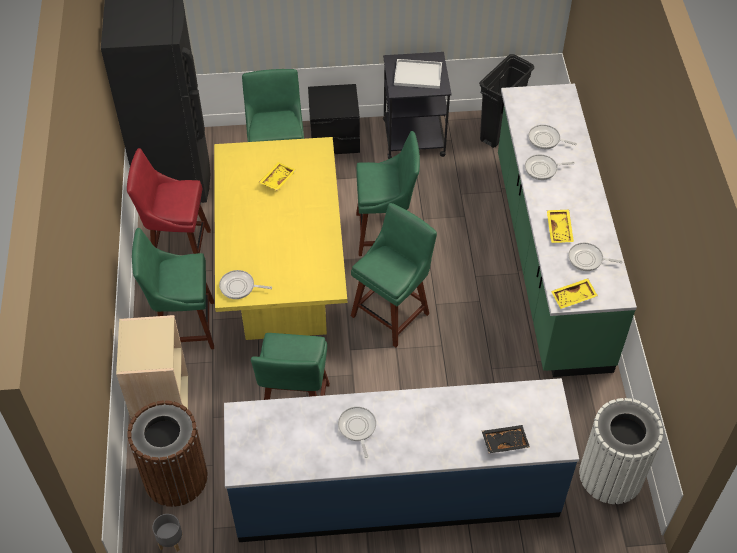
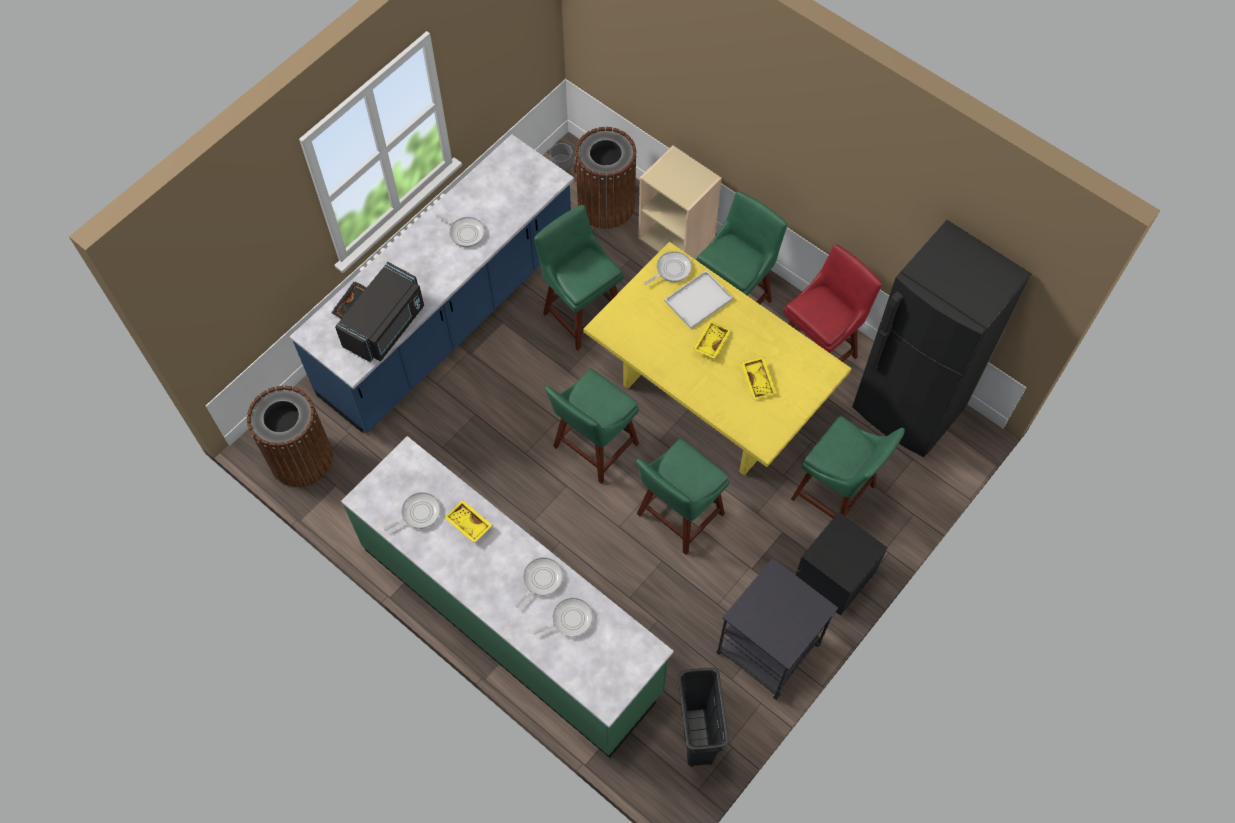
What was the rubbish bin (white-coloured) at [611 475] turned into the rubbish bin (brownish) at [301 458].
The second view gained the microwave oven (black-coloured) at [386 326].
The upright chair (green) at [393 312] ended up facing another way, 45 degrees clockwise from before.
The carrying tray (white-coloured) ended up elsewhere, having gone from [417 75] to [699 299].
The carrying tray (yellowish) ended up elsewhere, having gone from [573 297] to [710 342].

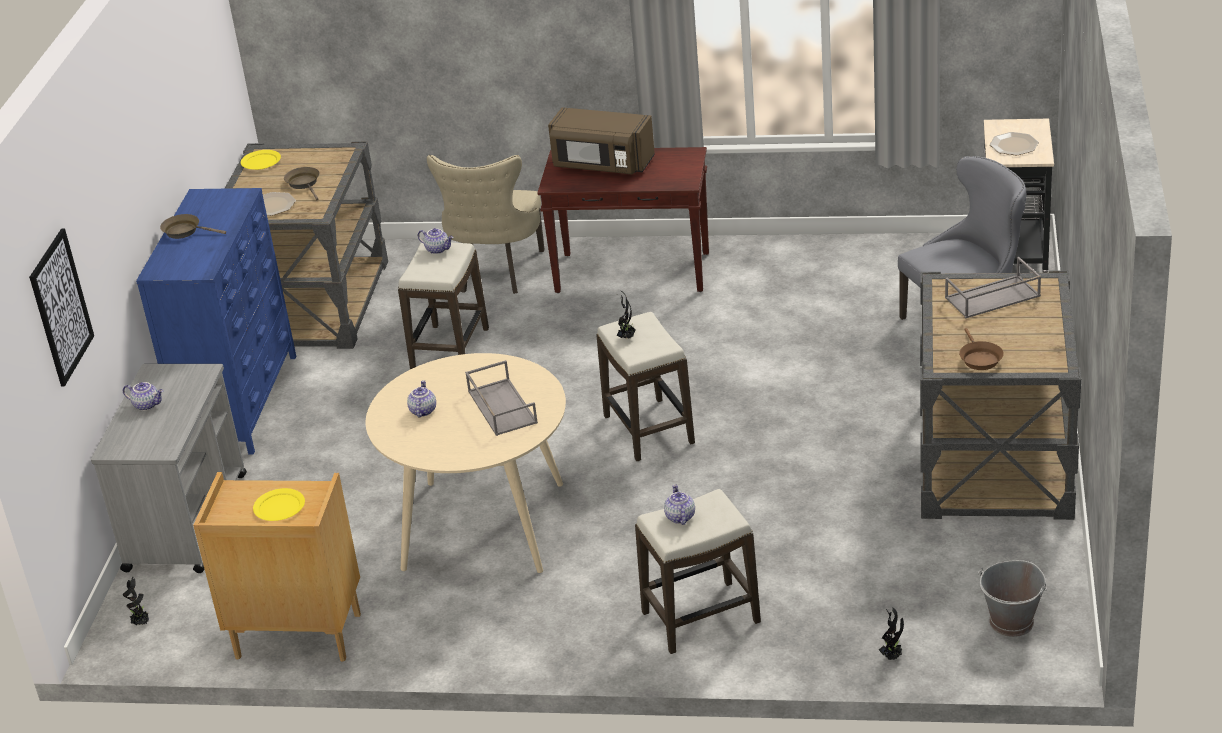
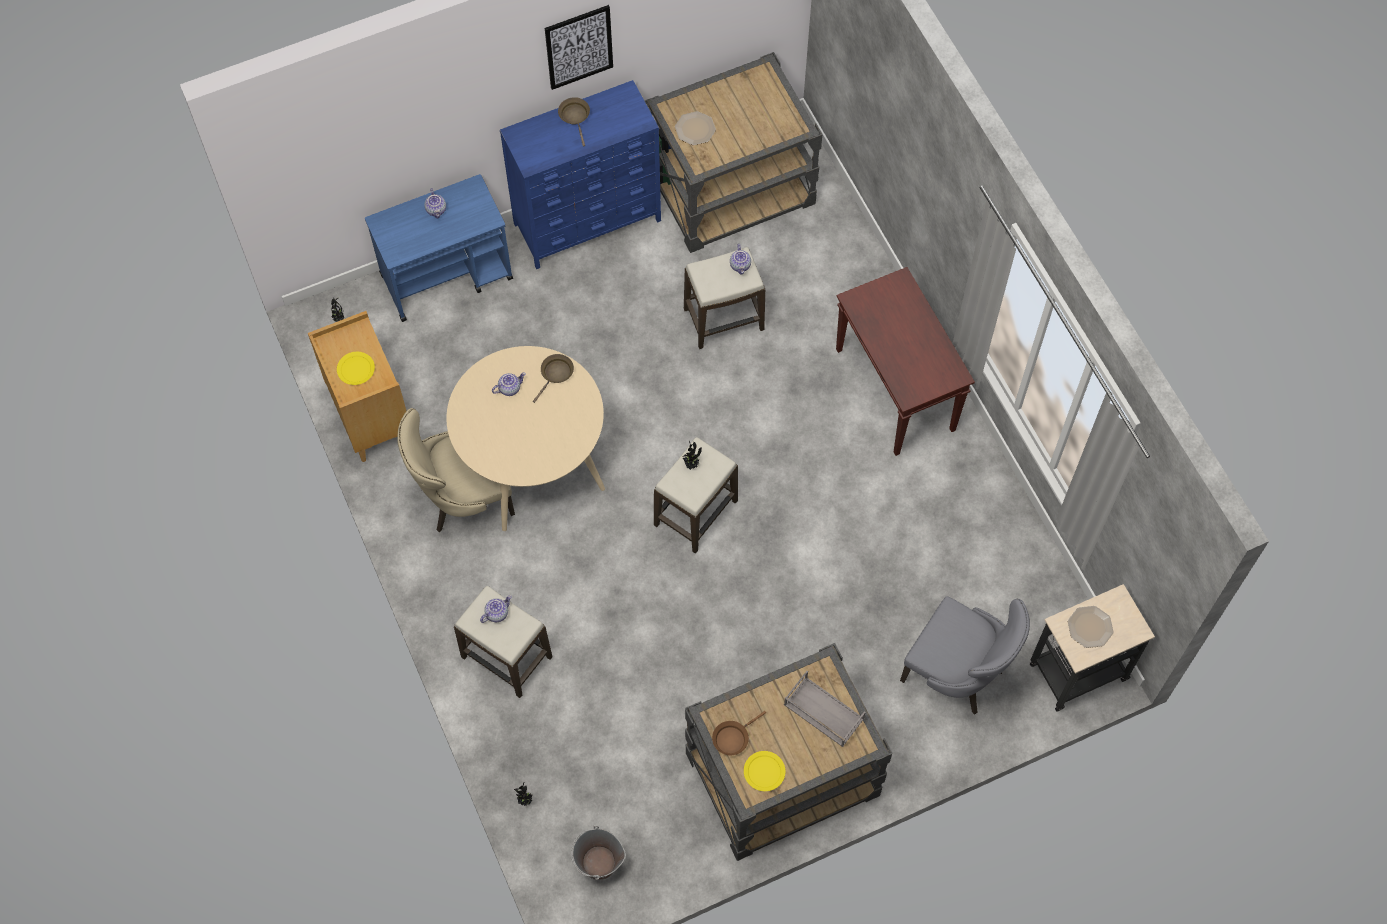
What was the trolley (greyish) at [187 521] turned into the trolley (blue) at [447 276].
The upright chair (sand-coloured) ended up elsewhere, having gone from [497 272] to [462 498].
The frying pan (brownish) ended up elsewhere, having gone from [304 184] to [555 374].
The wall picture ended up elsewhere, having gone from [61 307] to [579 47].
The plate (yellowish) ended up elsewhere, having gone from [261 162] to [764 771].
The second view lost the carrying tray (greyish) at [501 407].
The second view lost the microwave oven (brownish) at [602 164].

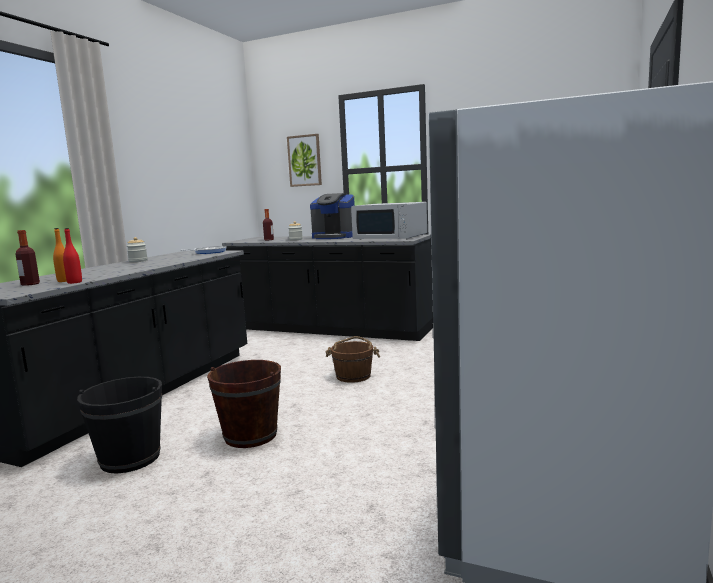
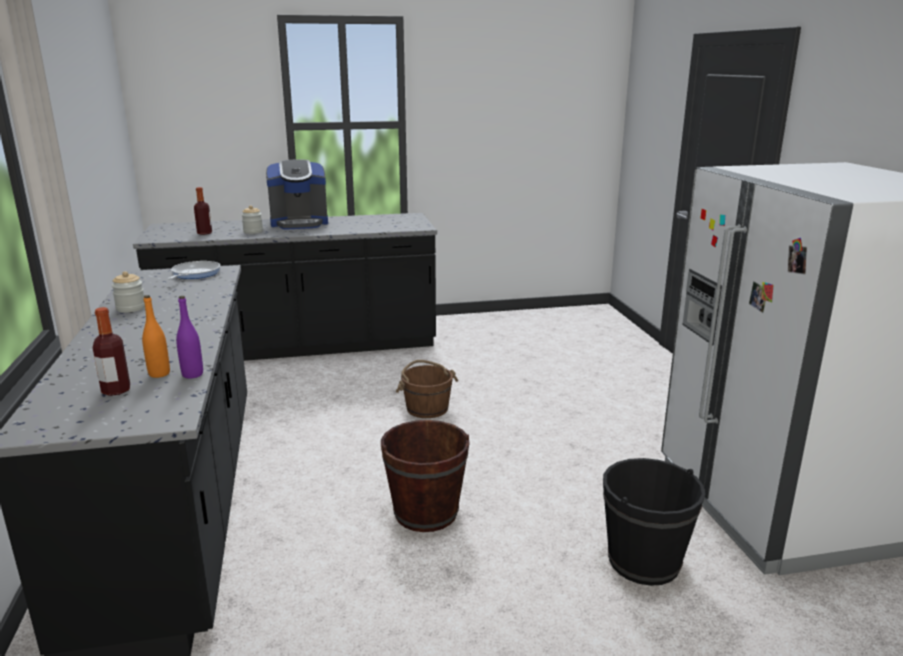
What was the bottle (red-coloured) at [74 282] turned into the bottle (purplish) at [192 374].
The water bucket (black-coloured) ended up elsewhere, having gone from [130 458] to [643 561].
The second view lost the wall picture at [304 160].
The second view lost the microwave oven (white-coloured) at [391 237].

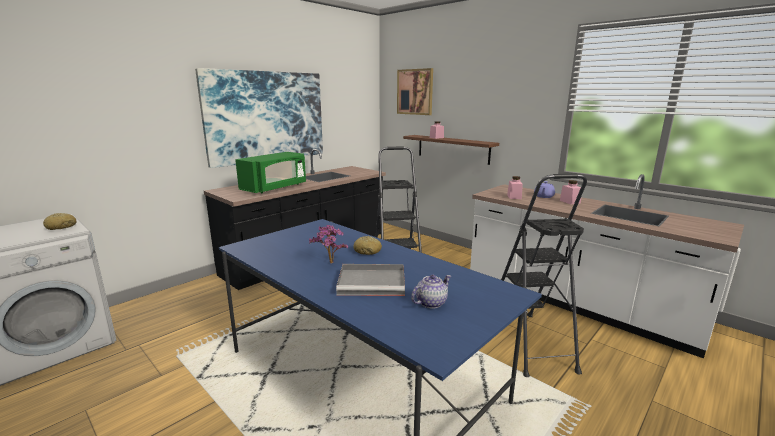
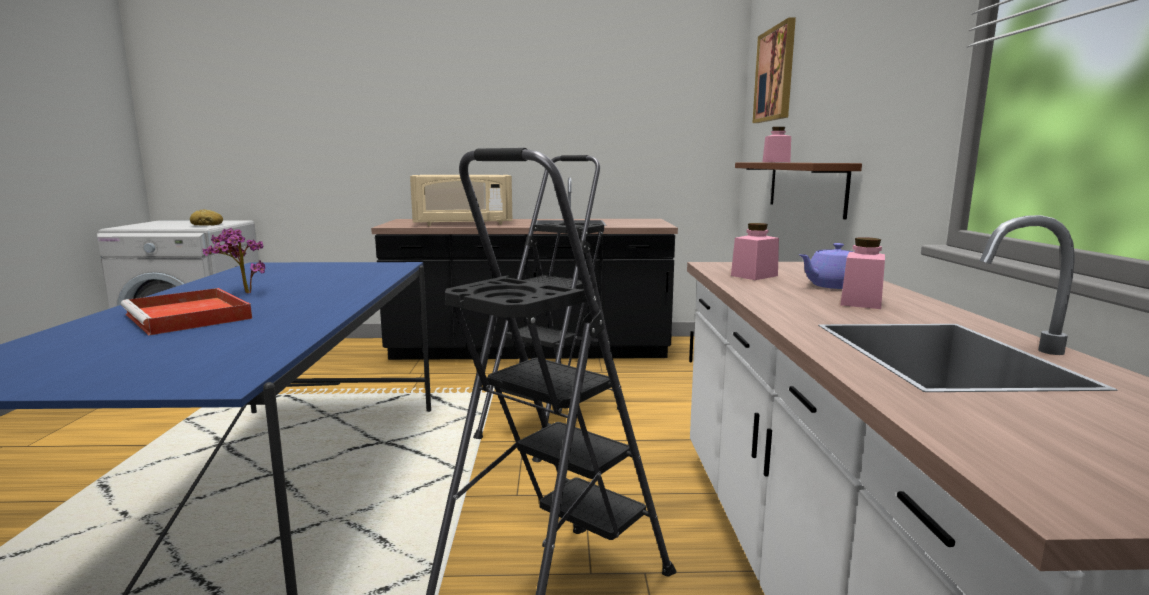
What was the carrying tray (greyish) at [373 282] turned into the carrying tray (red-coloured) at [190 316].
What was the microwave oven (green) at [275 188] turned into the microwave oven (sand-coloured) at [463 224].
The second view lost the wall picture at [266 117].
The second view lost the bread at [367 251].
The second view lost the teapot at [431 302].

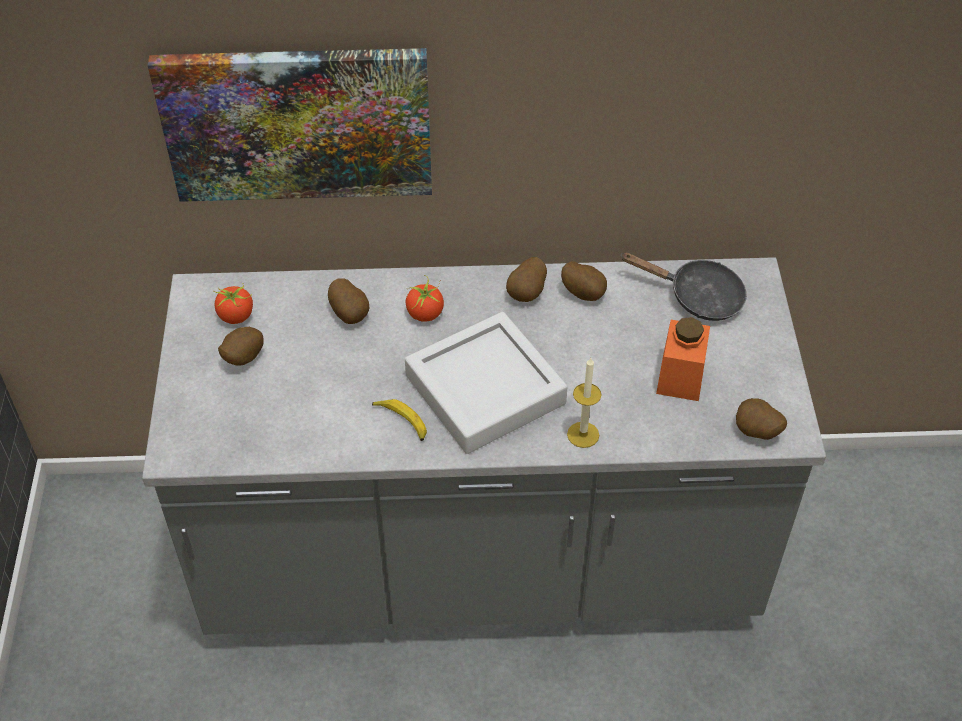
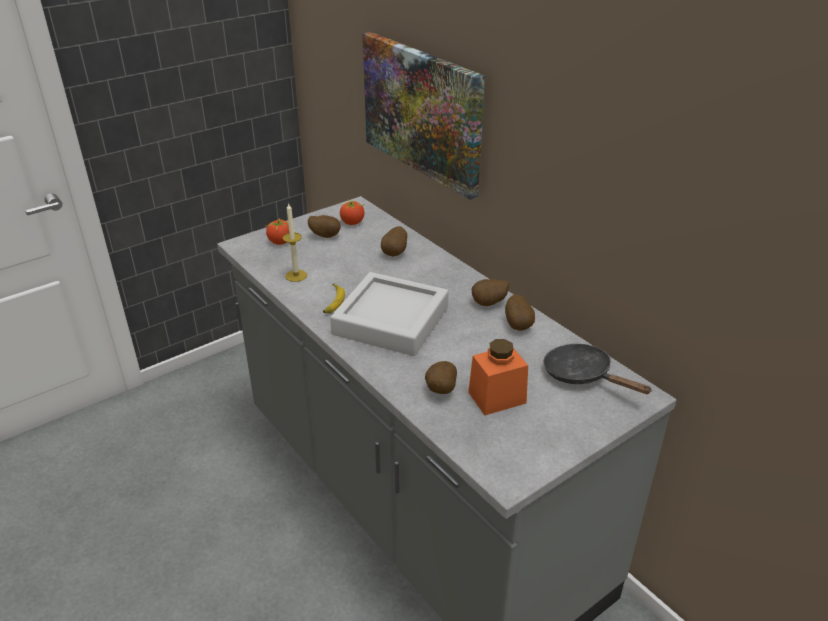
The whole tomato ended up elsewhere, having gone from [425 313] to [280 242].
The wax light ended up elsewhere, having gone from [583 434] to [296 275].
The potato ended up elsewhere, having gone from [756 433] to [440 391].
The frying pan (black-coloured) at [697 297] ended up facing another way, 150 degrees clockwise from before.

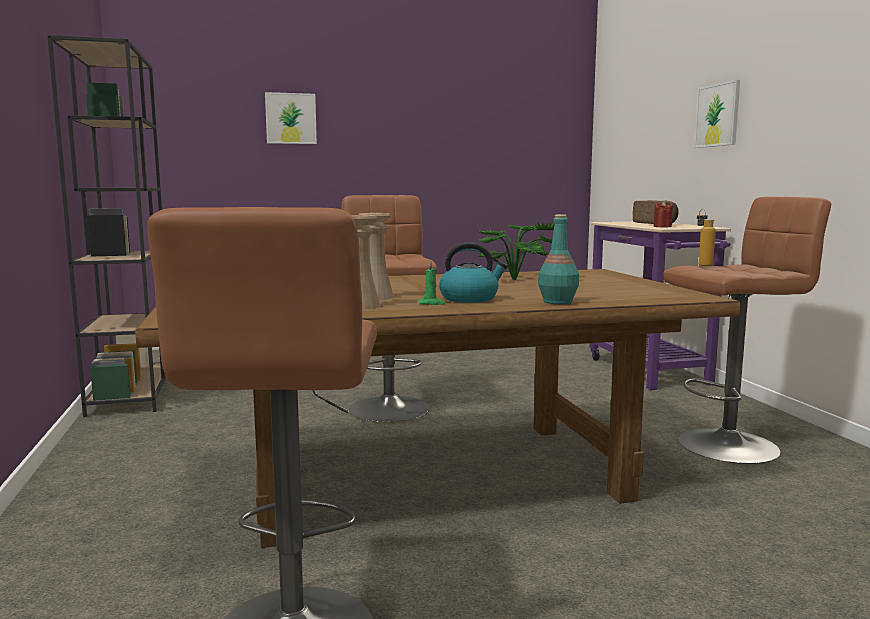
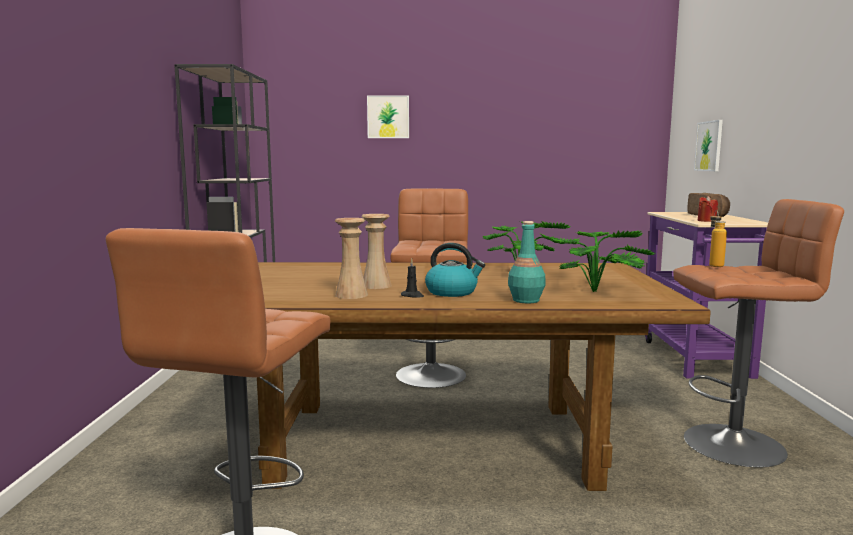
What was the wax light (green) at [432 303] turned into the wax light (black-coloured) at [412 296].
The second view gained the houseplant at [600 291].
The wall picture ended up elsewhere, having gone from [717 115] to [709 146].

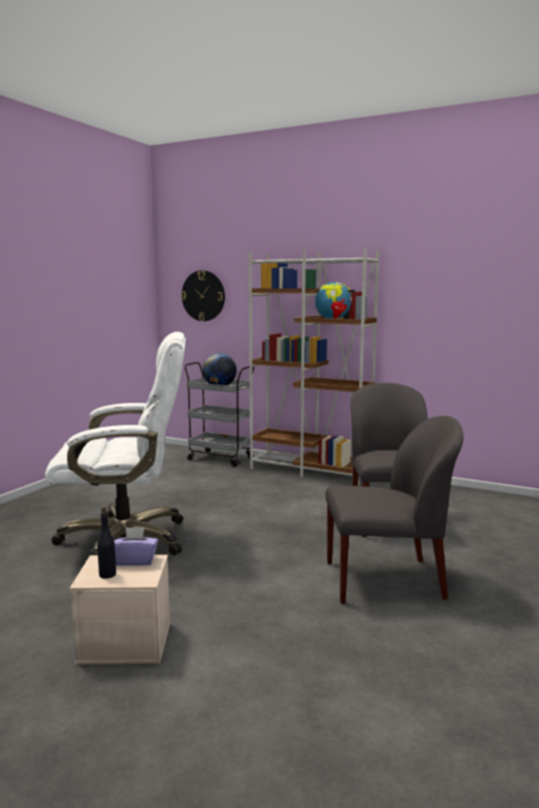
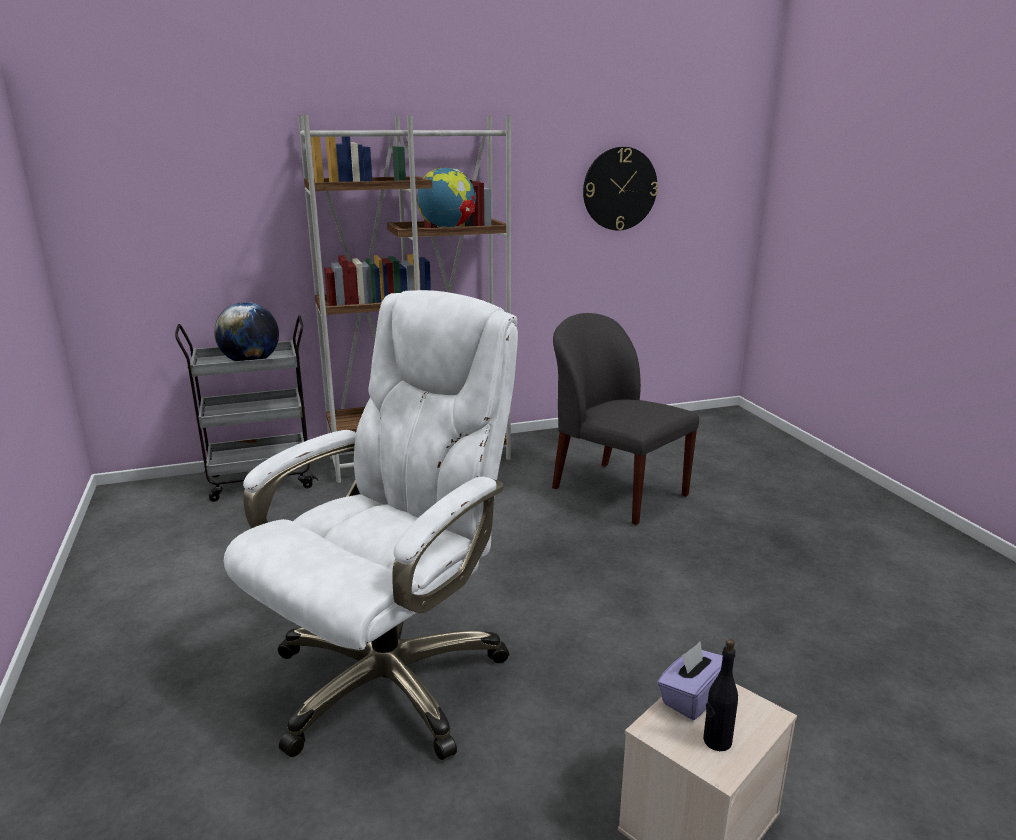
The wall clock ended up elsewhere, having gone from [203 296] to [619 189].
The second view lost the upright chair (greyish) at [387 580].

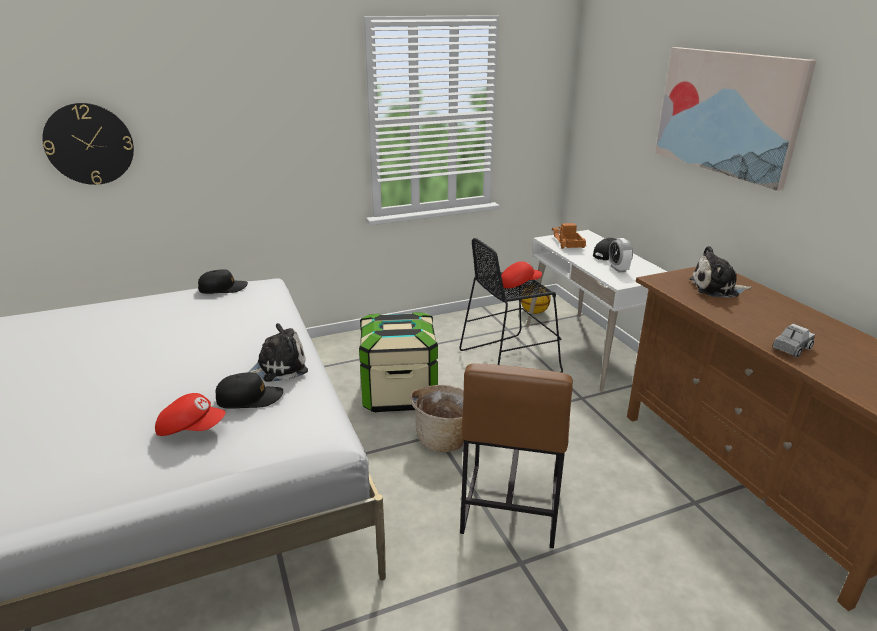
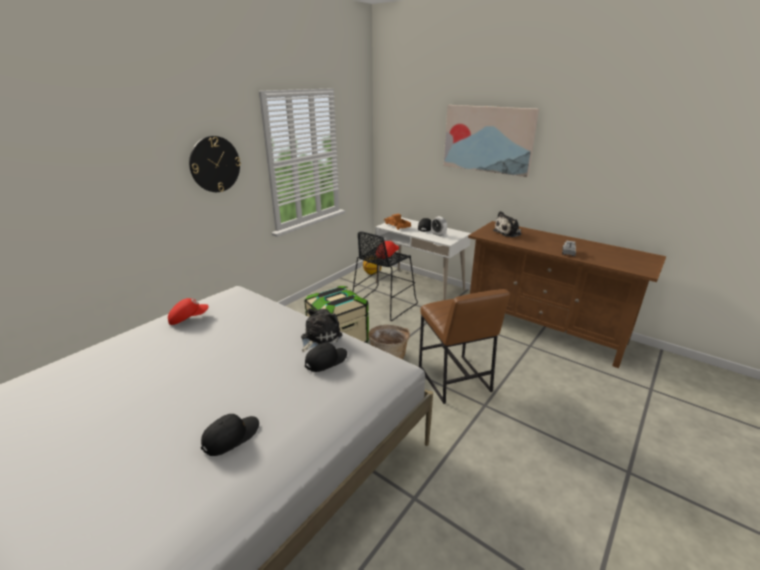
The baseball cap (red-coloured) ended up elsewhere, having gone from [191 428] to [188 318].
The wall clock ended up elsewhere, having gone from [89 144] to [215 164].
The baseball cap (black-coloured) ended up elsewhere, having gone from [223 288] to [231 437].

